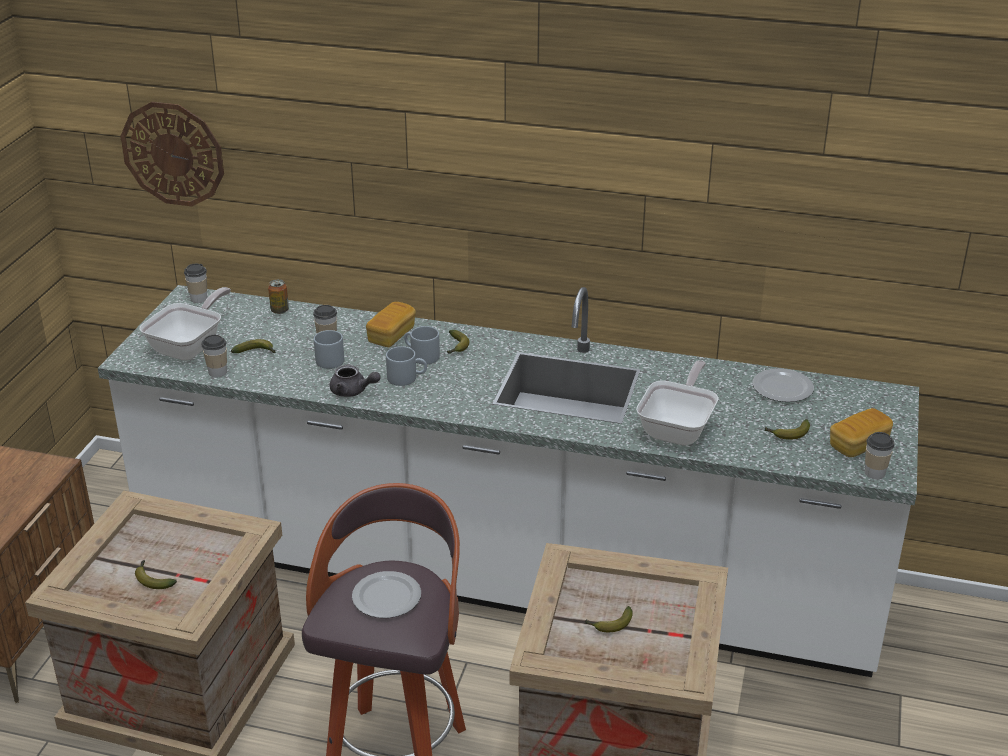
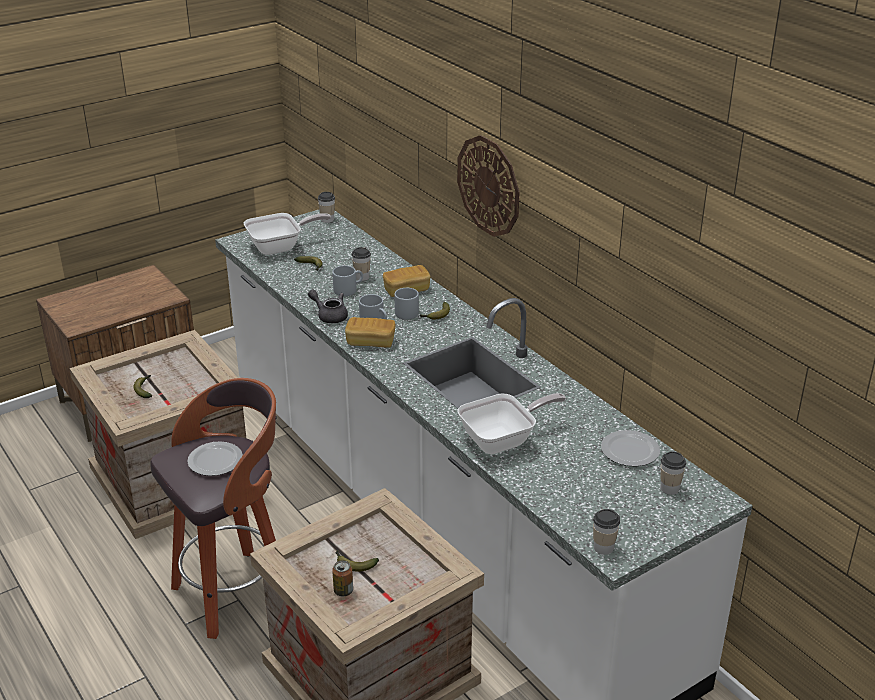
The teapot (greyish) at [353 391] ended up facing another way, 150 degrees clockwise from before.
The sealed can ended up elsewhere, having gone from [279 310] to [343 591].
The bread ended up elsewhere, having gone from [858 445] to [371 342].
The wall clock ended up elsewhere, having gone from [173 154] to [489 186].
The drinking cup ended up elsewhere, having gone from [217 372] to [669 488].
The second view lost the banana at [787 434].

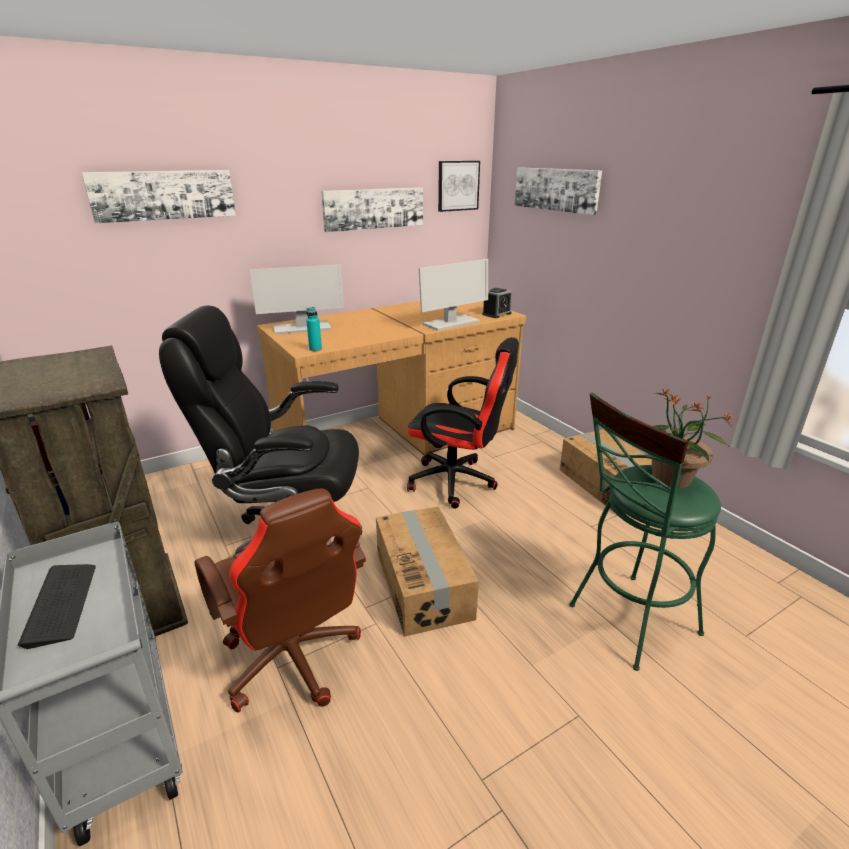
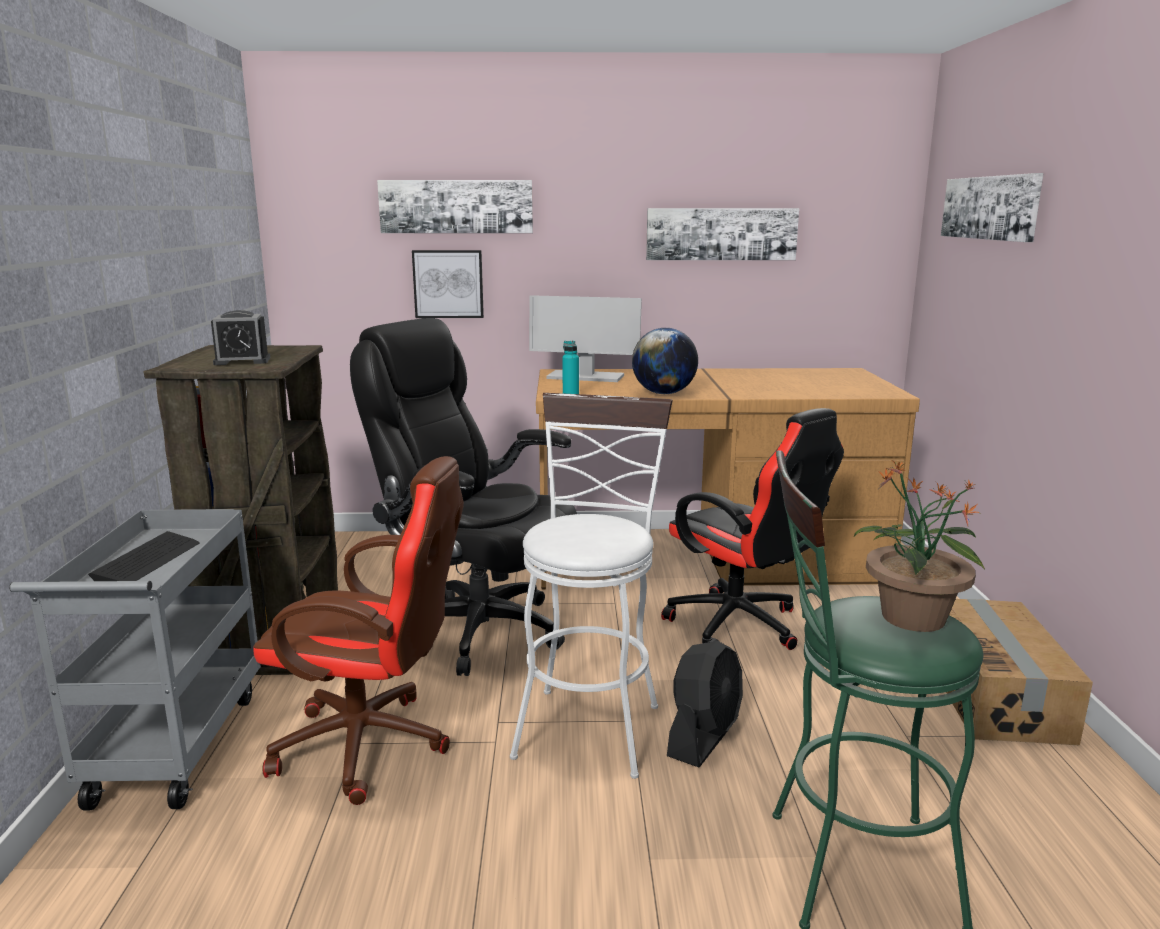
The alarm clock ended up elsewhere, having gone from [496 314] to [242 361].
The desk chair (brownish) at [295 666] ended up facing another way, 75 degrees counterclockwise from before.
The wall picture ended up elsewhere, having gone from [458 186] to [448 284].
Where the carton stood at [424 584], the stool (white-coloured) came to stand at [590 722].
The second view gained the globe at [664 393].
The second view gained the cooling fan (black-coloured) at [704 736].
The second view lost the computer screen at [451 323].

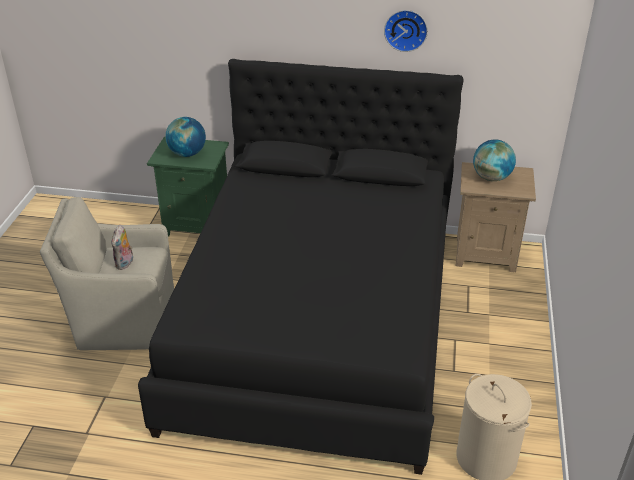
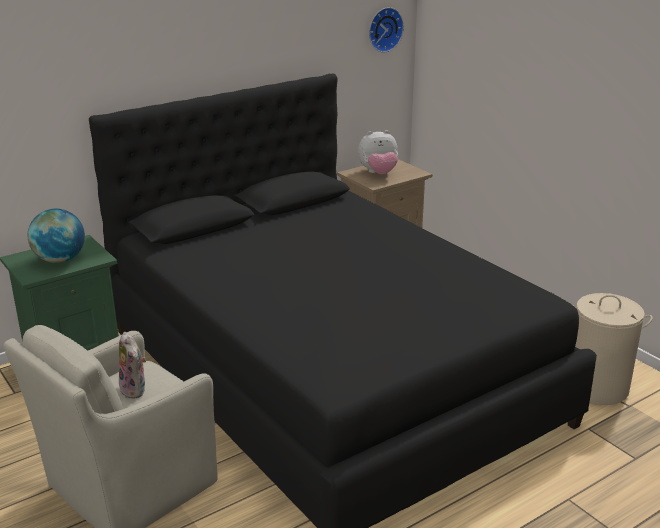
Where the globe stood at [491 178], the plush toy came to stand at [378 173].
The wall clock ended up elsewhere, having gone from [406 29] to [384 29].

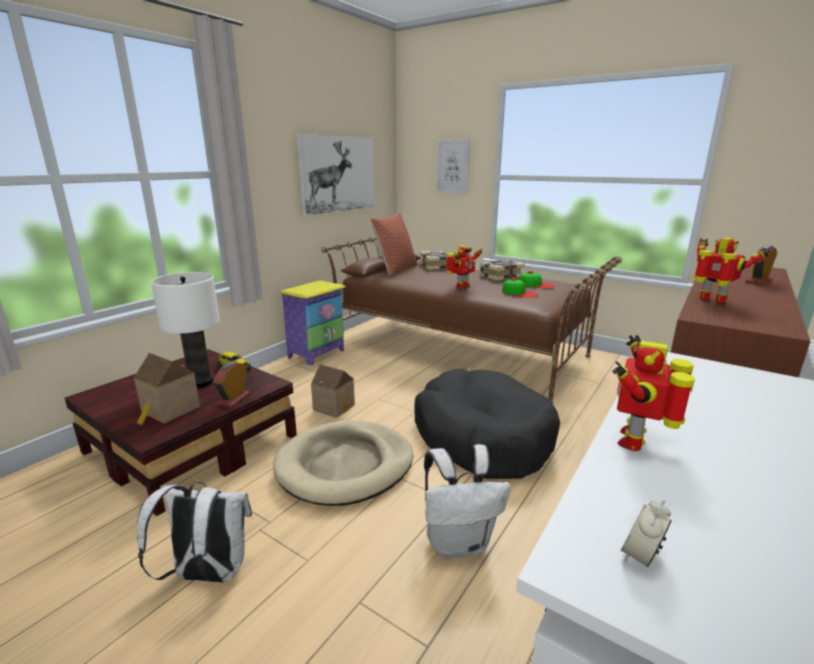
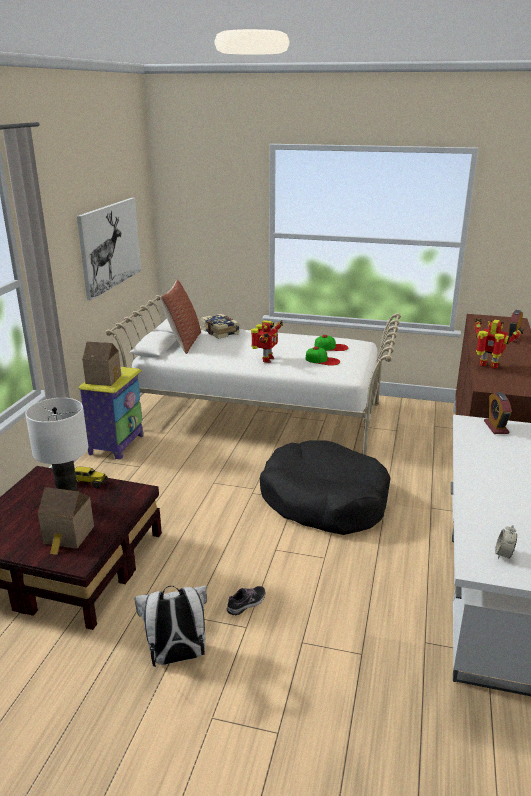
The model house ended up elsewhere, having gone from [335 406] to [104 378].
What was the bed (brownish) at [459 350] turned into the bed (white-coloured) at [258 416].
The second view gained the shoe at [246 603].
The alarm clock ended up elsewhere, having gone from [234 399] to [496 427].
The second view lost the dog cushion (sand-coloured) at [345 466].
The second view lost the knapsack (white-coloured) at [459 542].
The second view lost the wall picture at [453 167].
The second view lost the volume at [500 276].
The second view lost the toy robot at [635 440].

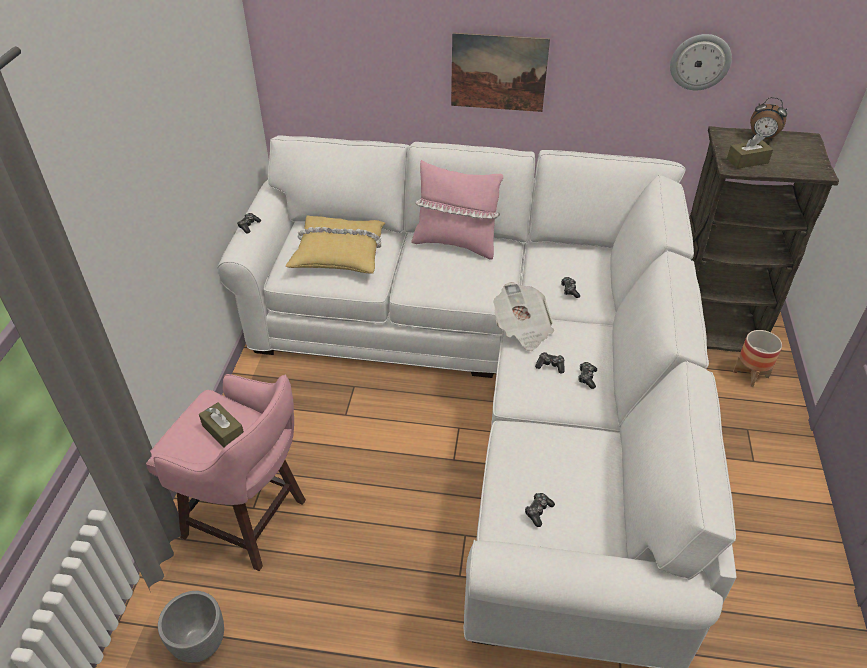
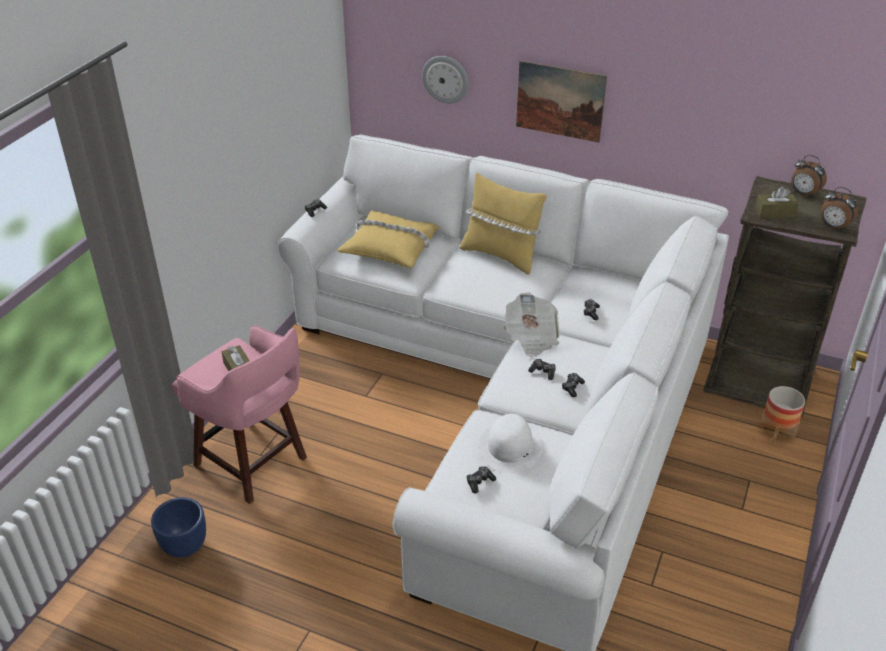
What was the plant pot (greyish) at [199 644] turned into the plant pot (blue) at [184 547].
The wall clock ended up elsewhere, having gone from [700 62] to [446 79].
What was the cushion (pinkish) at [455 243] turned into the cushion (yellowish) at [500 255].
The second view gained the clothing hat (white-coloured) at [510 447].
The second view gained the alarm clock at [833 227].

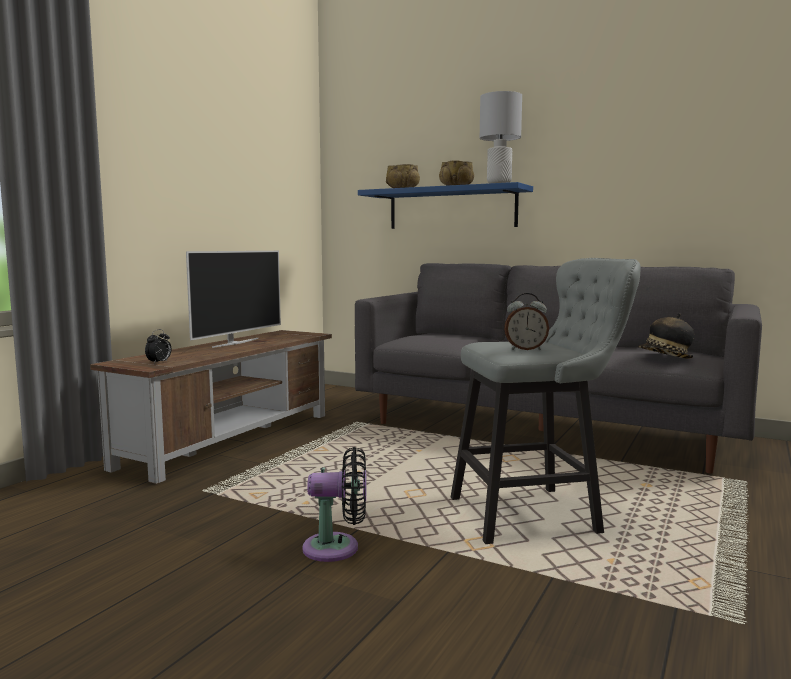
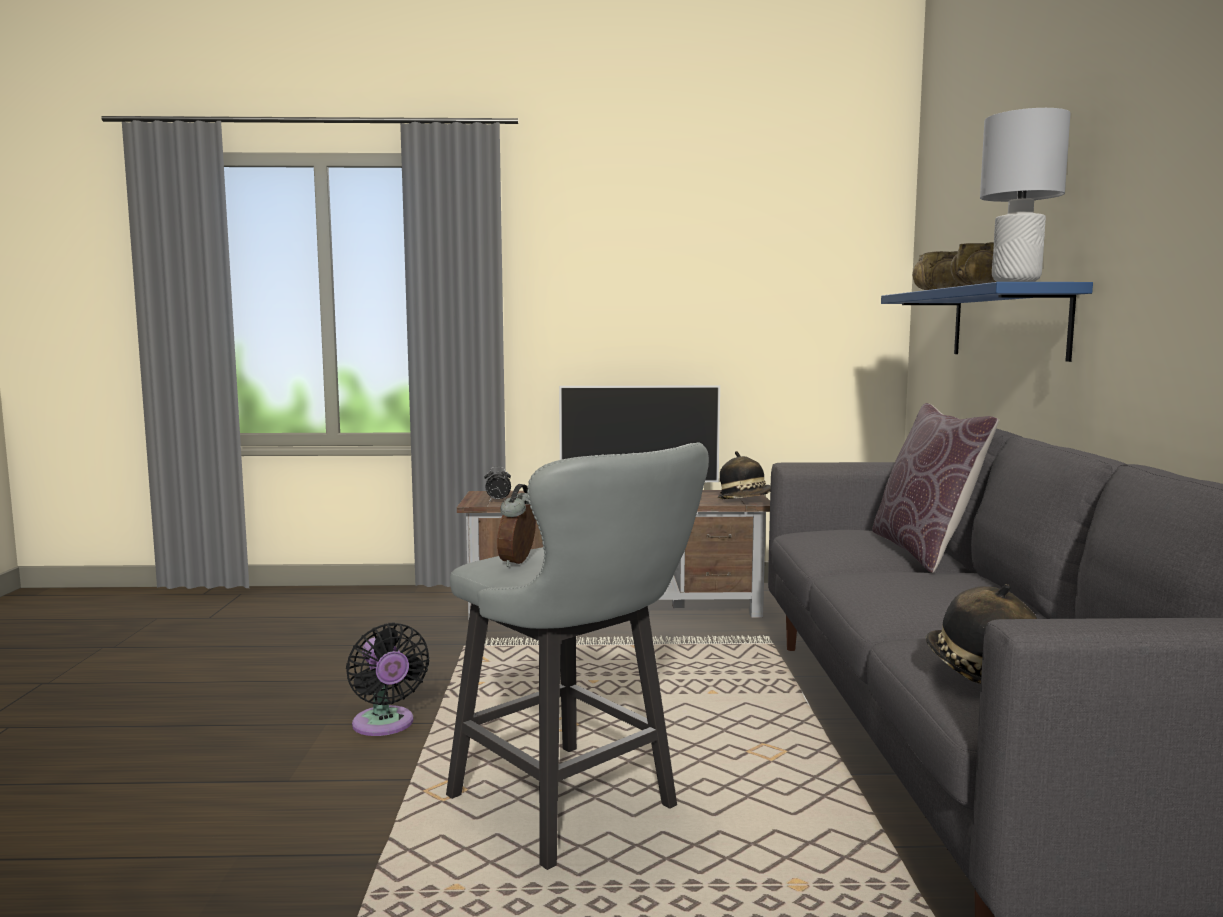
The alarm clock at [525 349] ended up facing another way, 45 degrees clockwise from before.
The second view gained the clothing hat at [745 500].
The second view gained the cushion (brownish) at [924 551].

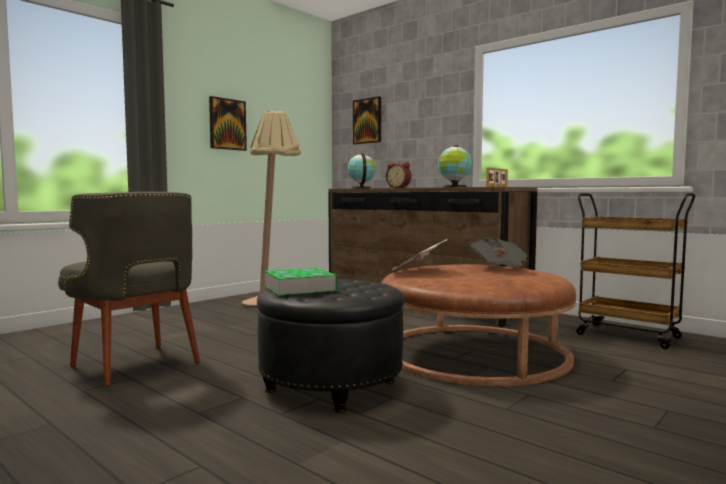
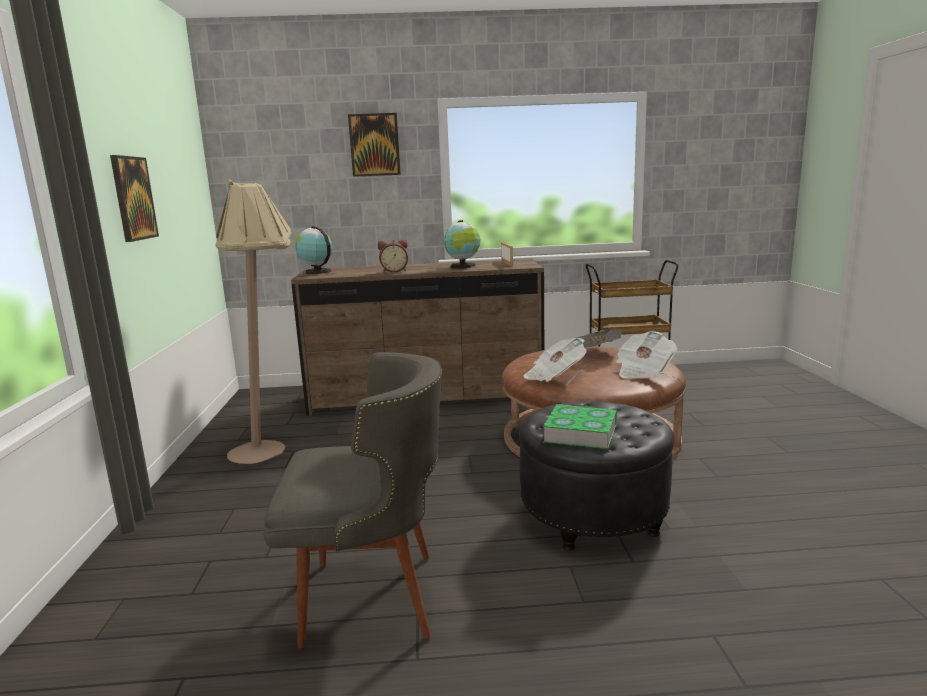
The wall picture ended up elsewhere, having gone from [367 121] to [374 145].
The second view gained the daily paper at [642 371].

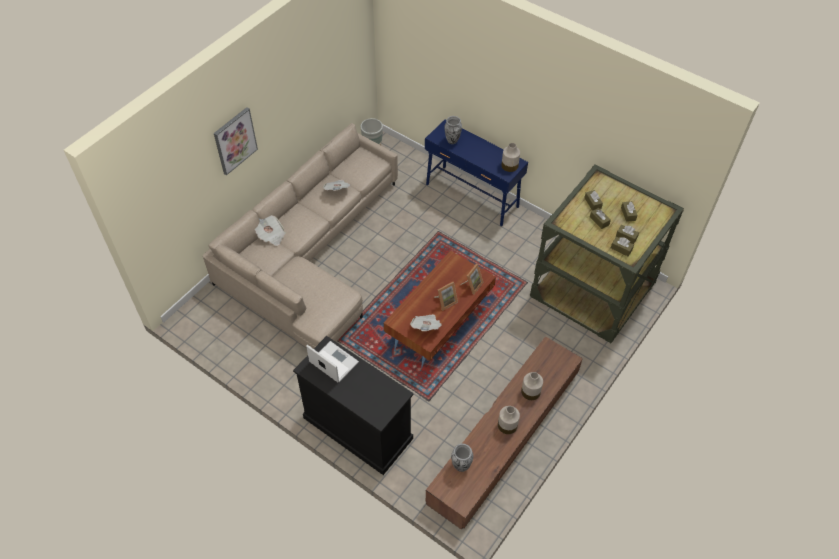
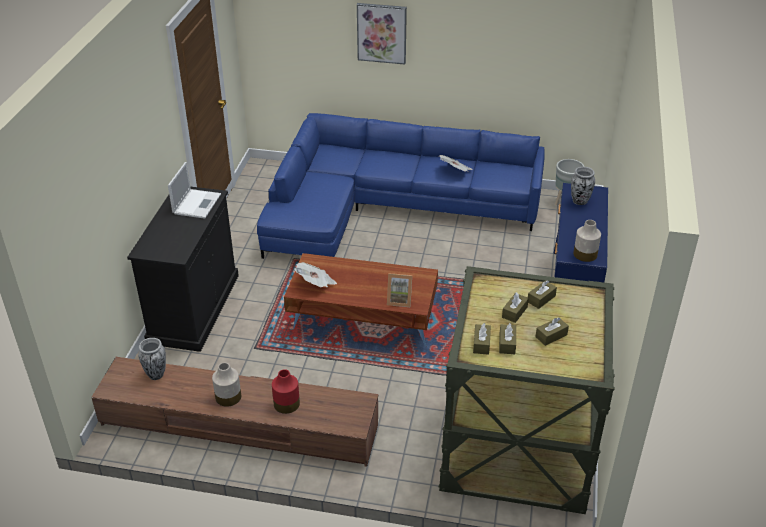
What was the settee (sand-coloured) at [310 253] turned into the settee (blue) at [389 207].
What was the flower vase (sand-coloured) at [530 391] turned into the flower vase (red-coloured) at [287 403].
The second view lost the daily paper at [271 235].
The second view lost the picture frame at [445 301].

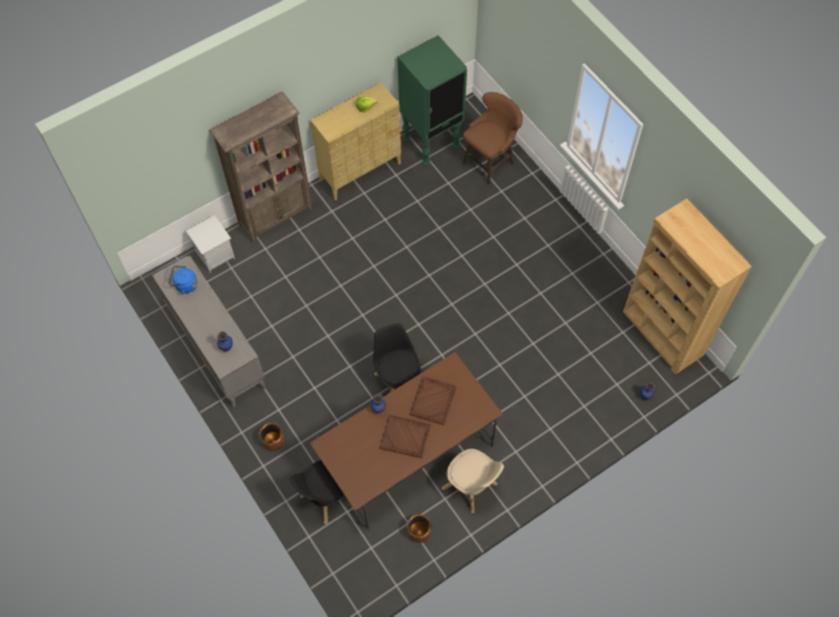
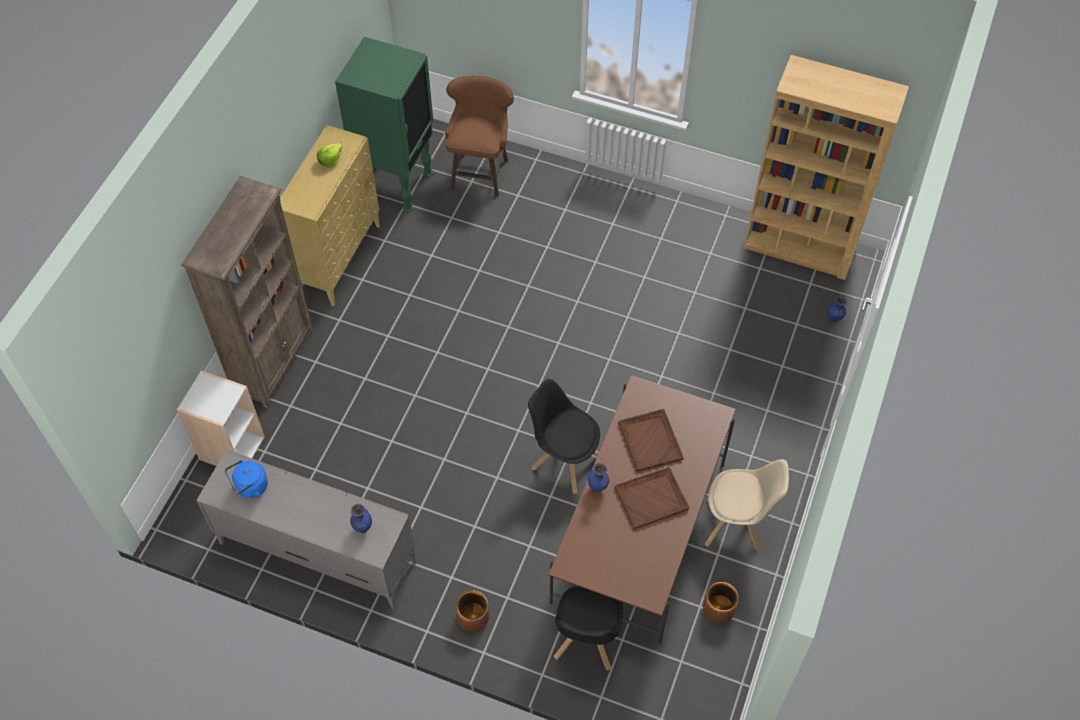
Where the nightstand (greyish) stood at [215 254], the bookshelf came to stand at [232 447].

